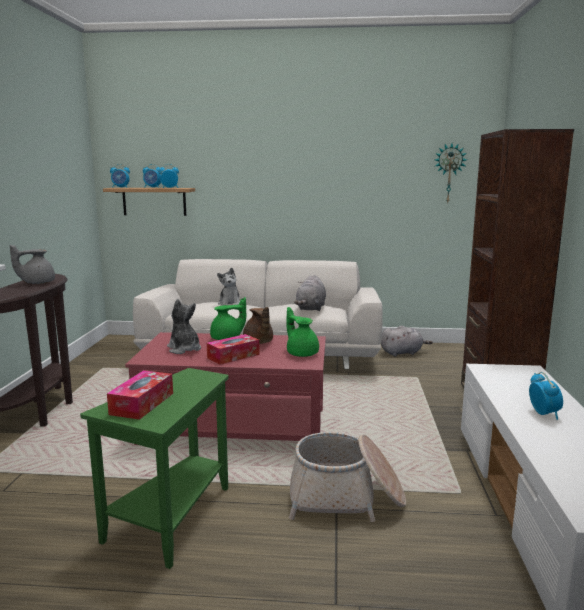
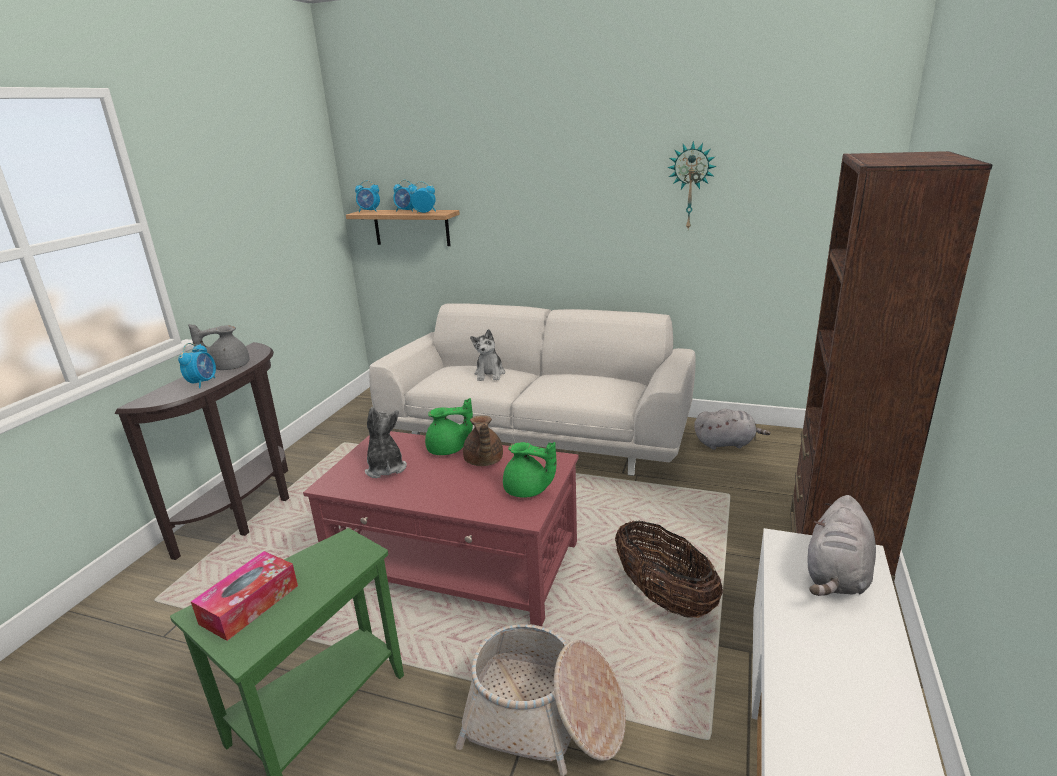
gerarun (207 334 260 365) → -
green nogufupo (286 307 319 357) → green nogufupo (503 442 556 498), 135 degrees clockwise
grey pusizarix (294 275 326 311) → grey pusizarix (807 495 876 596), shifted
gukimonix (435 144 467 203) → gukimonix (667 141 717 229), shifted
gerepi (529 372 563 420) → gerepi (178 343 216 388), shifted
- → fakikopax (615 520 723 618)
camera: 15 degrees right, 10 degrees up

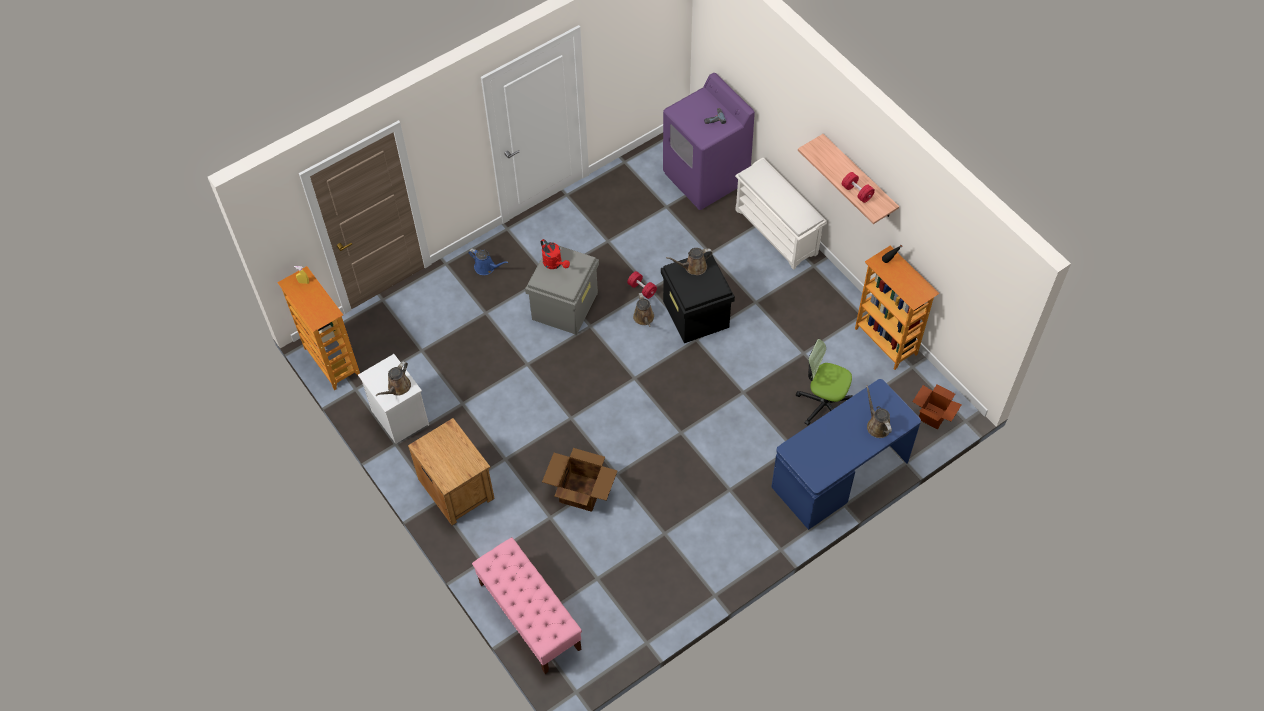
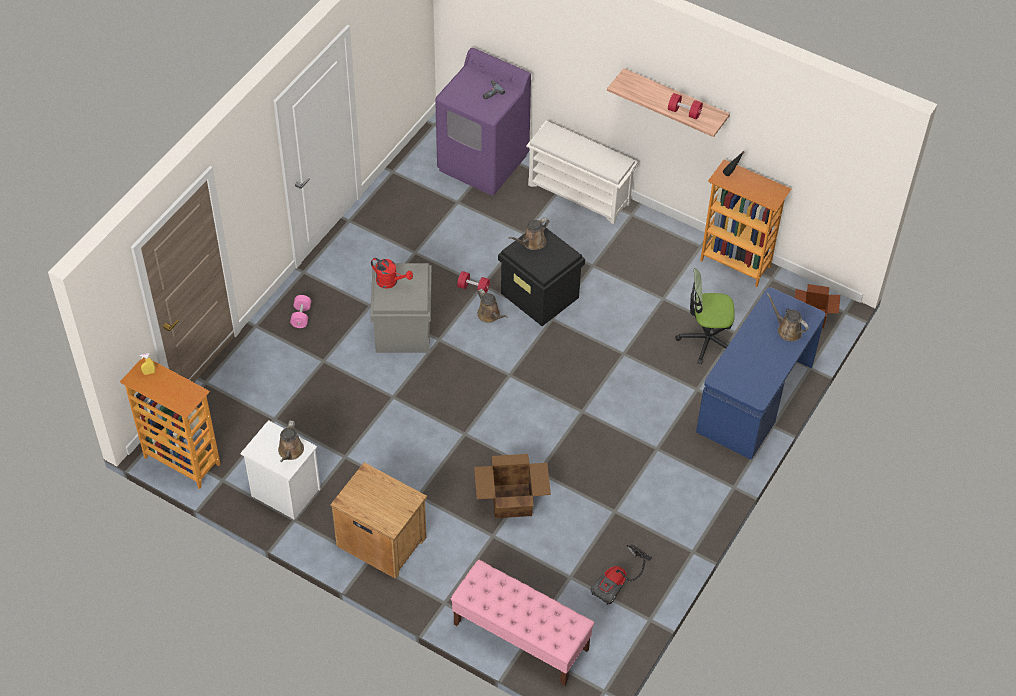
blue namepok (468 249 508 275) → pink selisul (290 295 311 328)
- → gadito (590 544 652 605)
camera: 25 degrees left, 5 degrees down

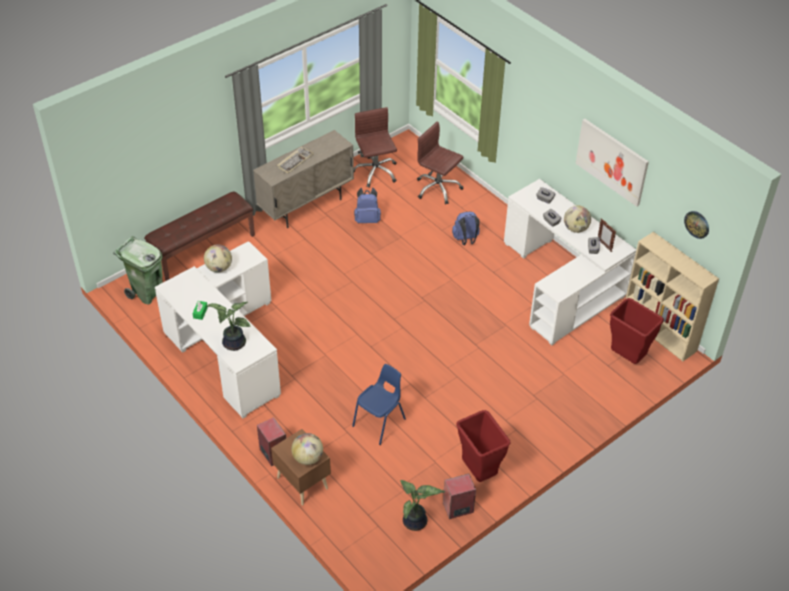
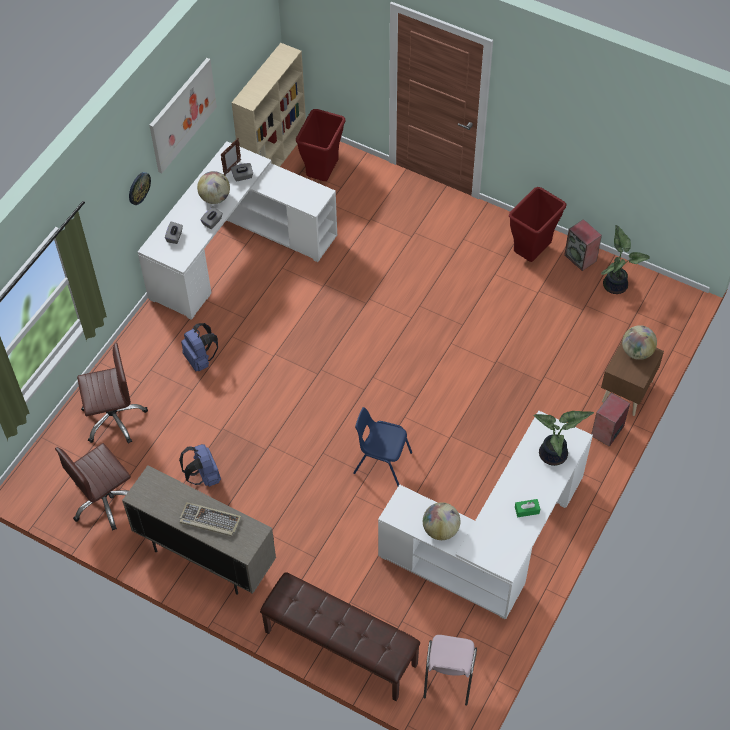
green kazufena (113 236 163 305) → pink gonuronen (423 635 477 706)
blue gonuronen (352 364 406 445) → blue gonuronen (353 407 412 486), shifted
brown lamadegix (417 121 464 205) → brown lamadegix (77 343 148 444), 120 degrees counterclockwise
gukimonix (684 211 709 239) → gukimonix (129 172 151 205), shifted
camera: 110 degrees left, 10 degrees up

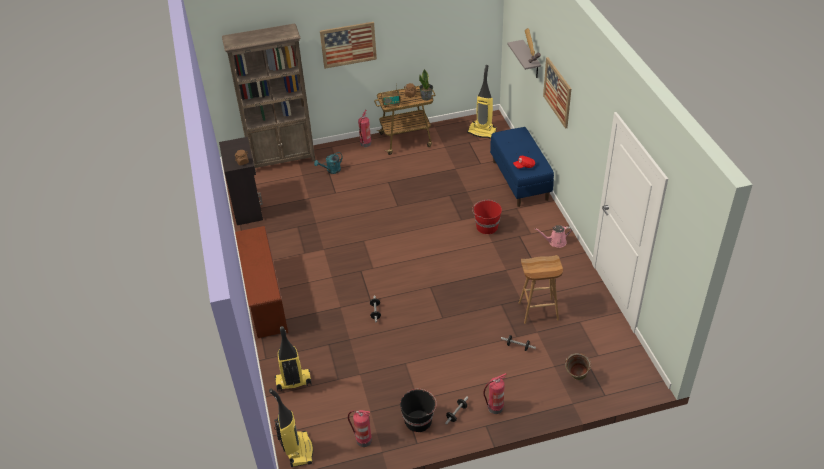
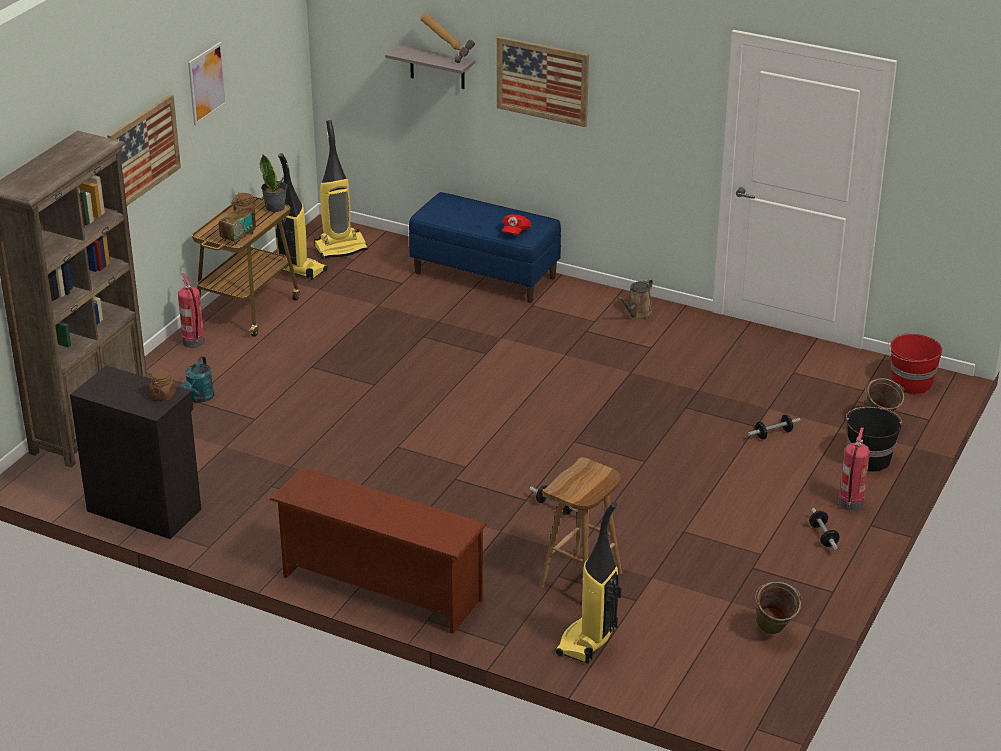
gadito (269 389 313 467) → gadito (275 153 328 280), shifted
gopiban (348 410 372 447) → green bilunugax (755 582 802 635)
black bilunugax (400 389 437 432) → black bilunugax (846 407 902 472), shifted
red bilunugax (472 200 502 234) → red bilunugax (888 333 942 394), shifted
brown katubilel (519 255 563 324) → brown katubilel (540 457 622 587), shifted
pink namepok (535 225 572 248) → brown namepok (618 278 654 320)
- → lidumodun (188 42 227 125)
camera: 50 degrees left, 10 degrees down

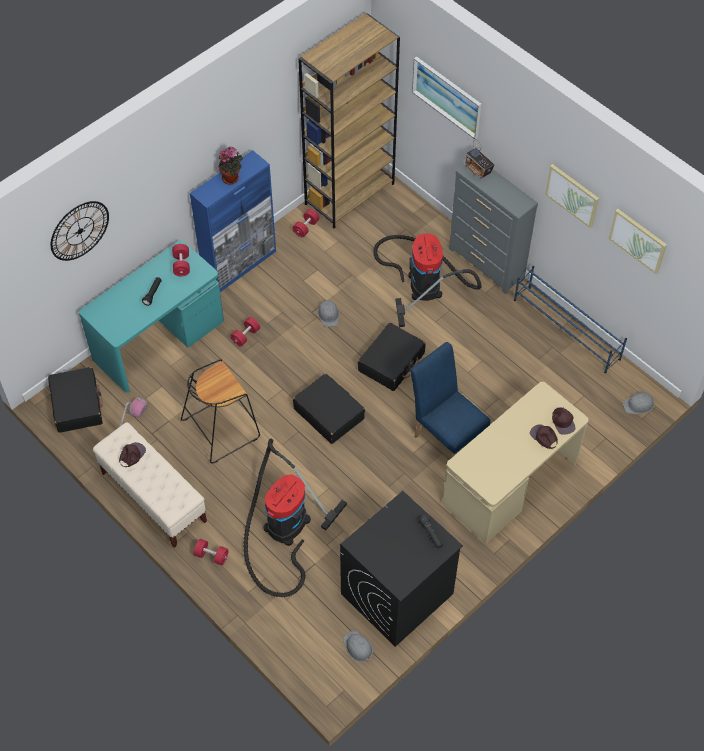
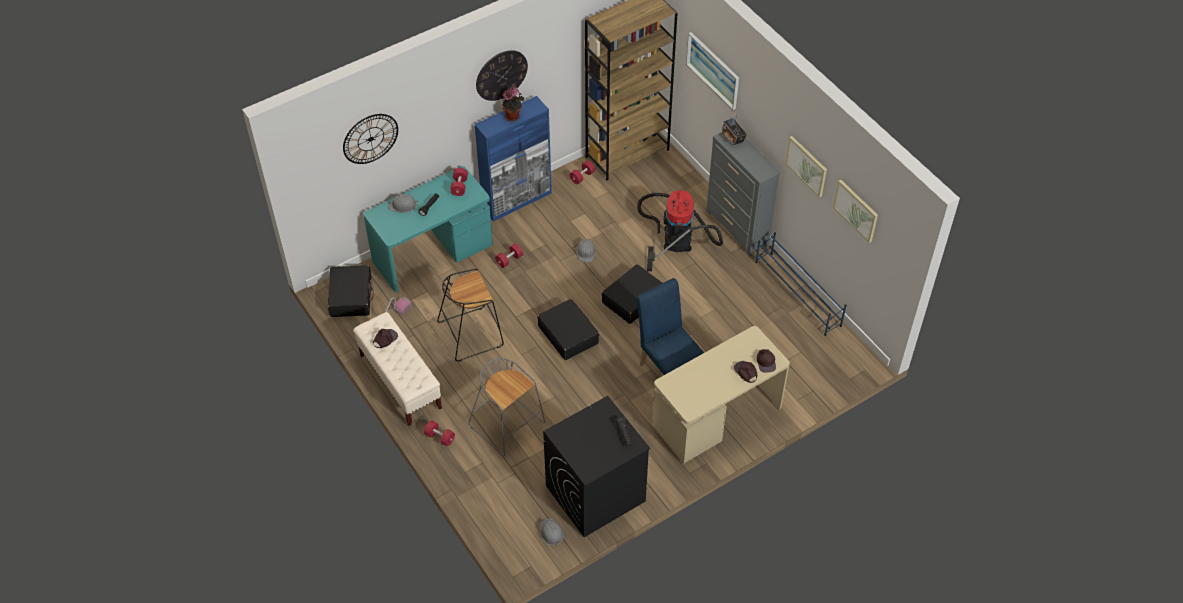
gadito (244 438 347 597) → grey katubilel (468 358 545 456)
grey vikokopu (623 392 655 414) → grey vikokopu (389 194 418 213), shifted
- → gukimonix (476 50 528 101)
camera: 10 degrees right, 5 degrees down

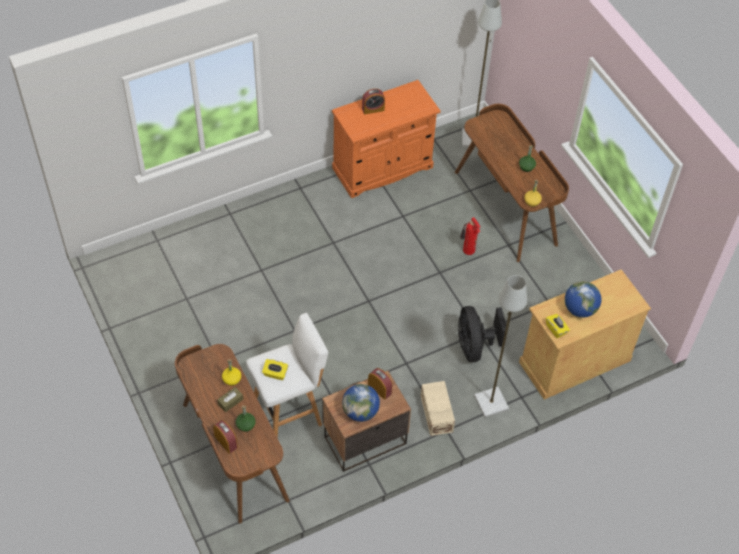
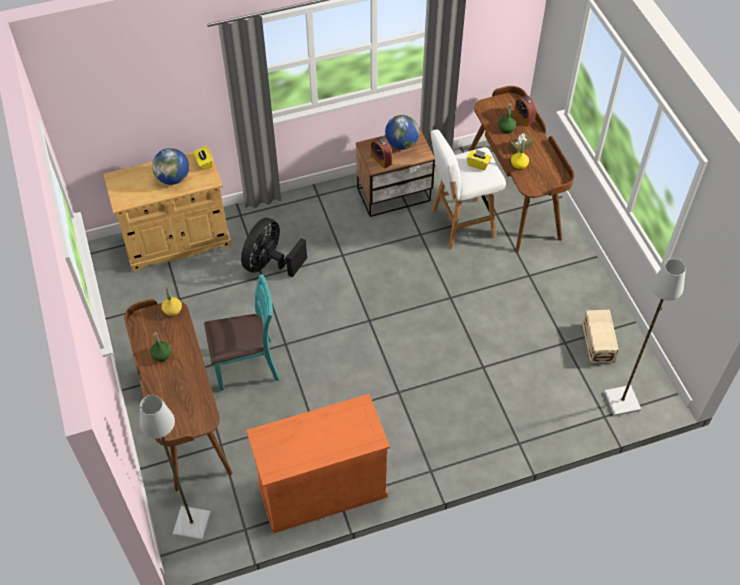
gerepi (362 89 385 114) → -
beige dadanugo (421 381 455 436) → beige dadanugo (582 310 619 364), shifted
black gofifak (458 306 506 362) → black gofifak (241 218 307 278), 150 degrees counterclockwise
gopiban (460 217 481 255) → turquoise gonuronen (204 274 280 391)
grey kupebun (474 275 527 417) → grey kupebun (604 259 686 416), shifted
camera: 170 degrees left, 0 degrees up

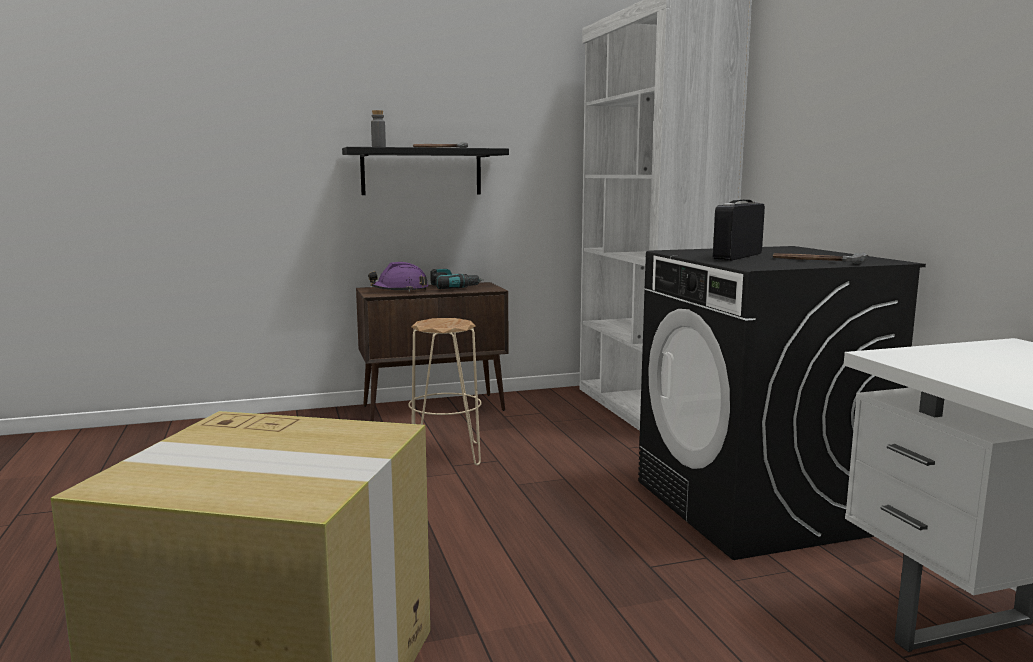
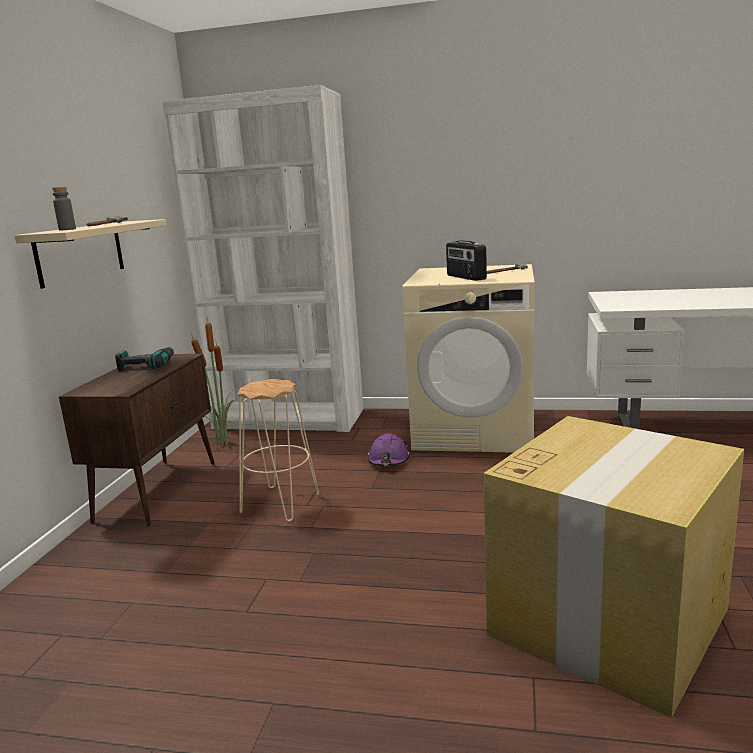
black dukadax (342 147 509 195) → beige dukadax (15 219 167 289)
purple vikokopu (368 262 429 292) → purple vikokopu (367 433 410 466), shifted
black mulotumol (638 246 926 560) → beige mulotumol (403 264 535 453)
- → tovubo (191 317 237 446)
camera: 60 degrees left, 5 degrees up

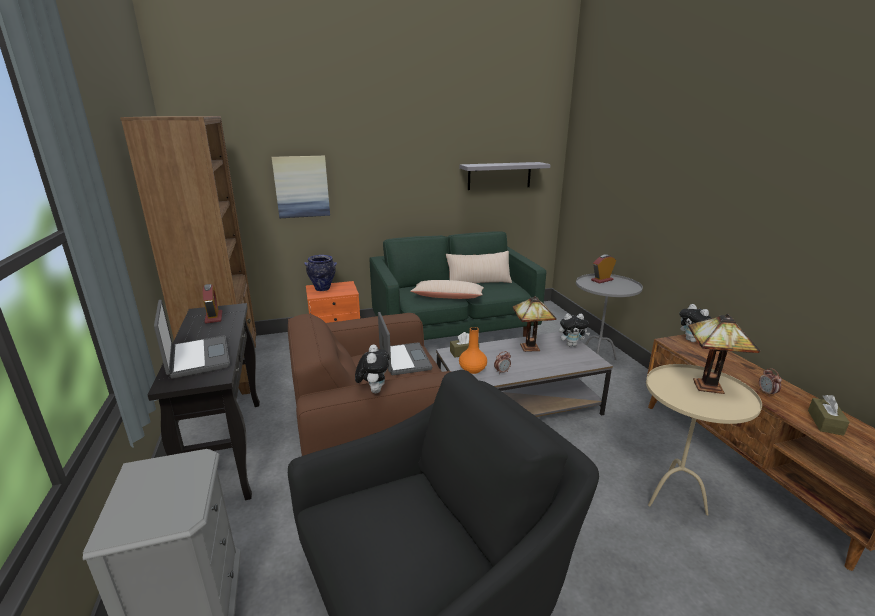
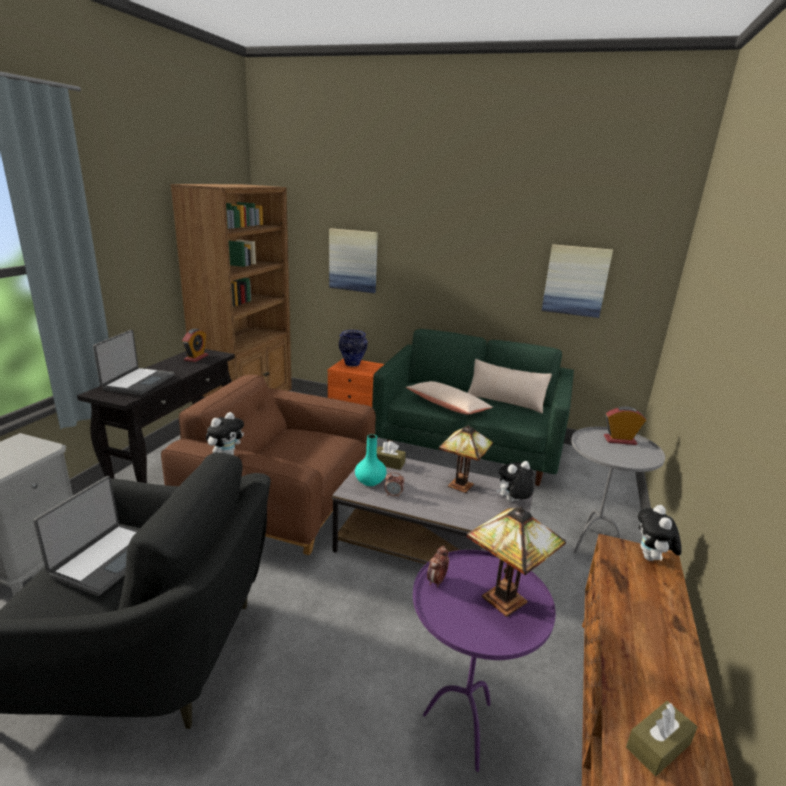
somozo (378 312 432 375) → somozo (33 476 137 596), shifted
grey dukadax (459 162 551 190) → lidumodun (542 244 613 318)
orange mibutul (459 327 487 374) → turquoise mibutul (355 434 387 486)
pusizarix (559 314 590 346) → pusizarix (497 461 534 502), 120 degrees clockwise
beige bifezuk (646 364 762 515) → purple bifezuk (413 550 556 772)
gerepi (759 368 782 397) → gerepi (427 546 449 587), shifted
camera: 35 degrees right, 0 degrees up

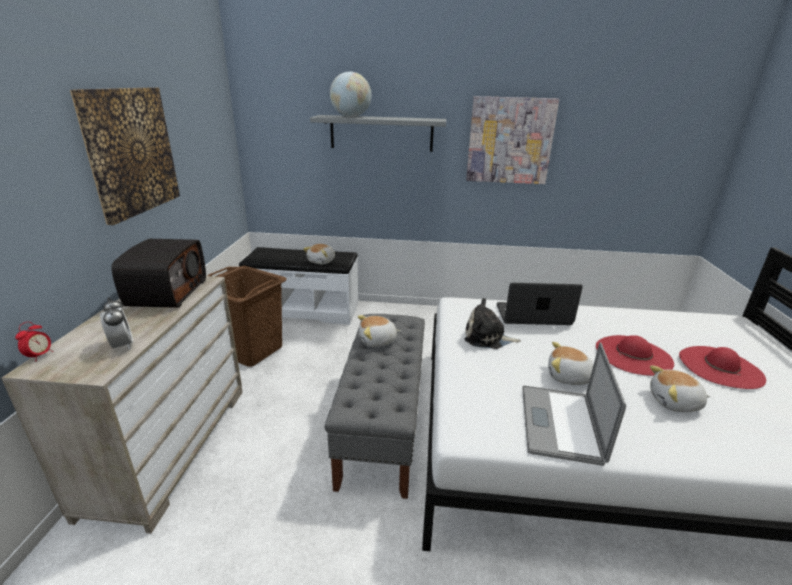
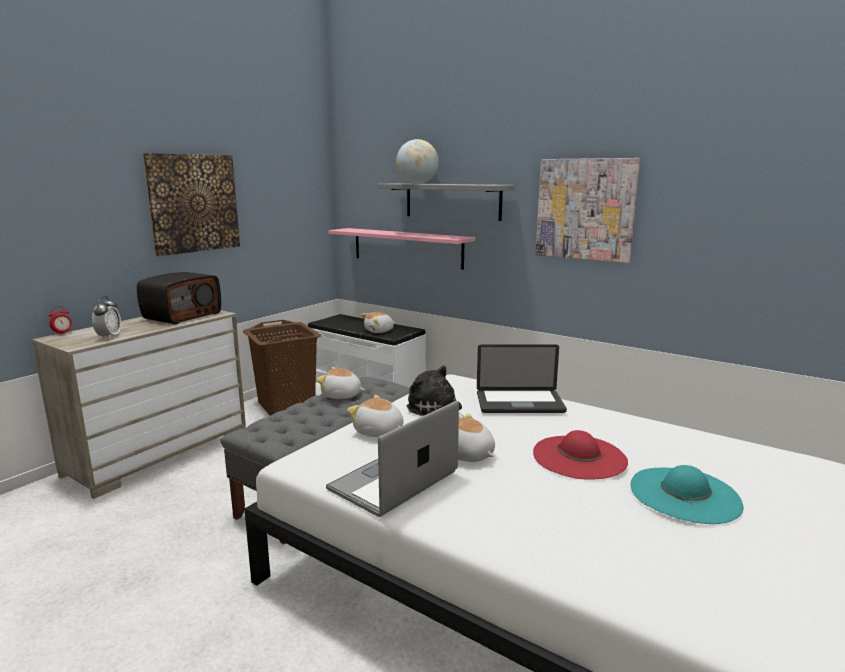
somozo (497 283 583 325) → somozo (477 345 567 413), 150 degrees clockwise
pusizarix (650 366 710 412) → pusizarix (347 395 404 438), shifted
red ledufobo (679 346 766 389) → turquoise ledufobo (630 465 743 524)
- → pink dukadax (328 228 475 270)
camera: 30 degrees right, 10 degrees down

